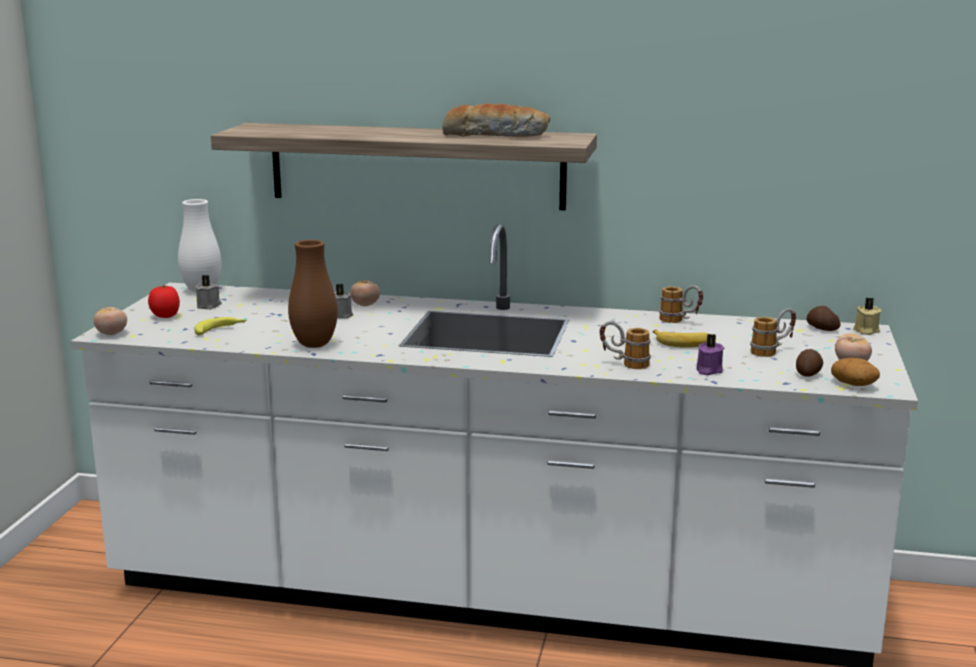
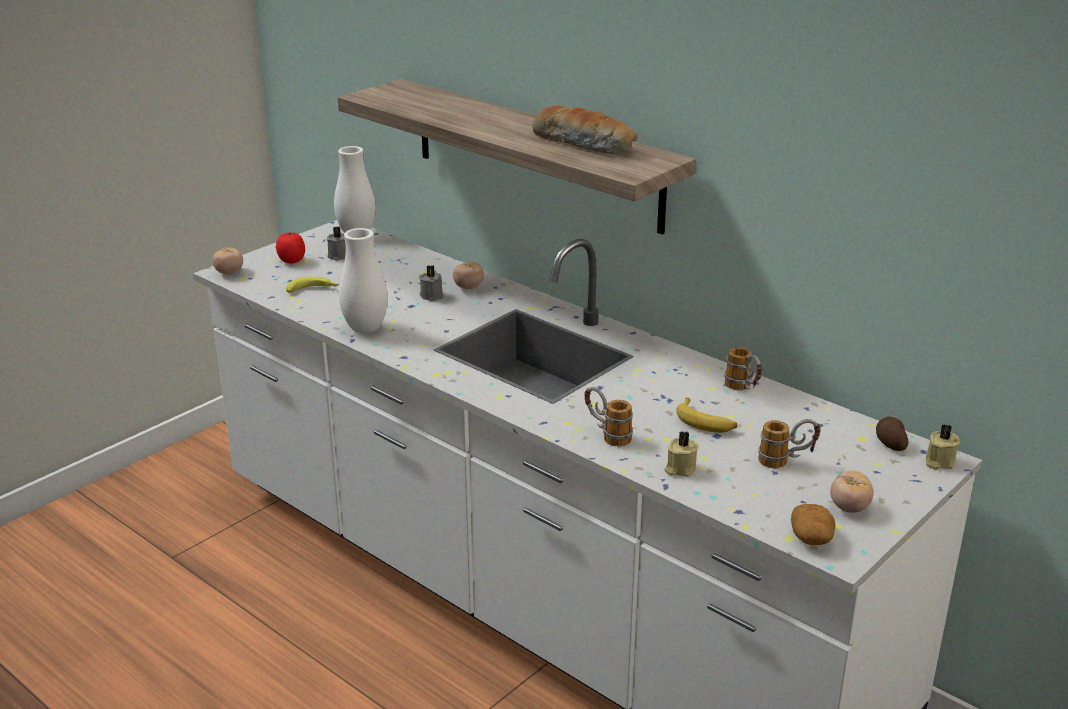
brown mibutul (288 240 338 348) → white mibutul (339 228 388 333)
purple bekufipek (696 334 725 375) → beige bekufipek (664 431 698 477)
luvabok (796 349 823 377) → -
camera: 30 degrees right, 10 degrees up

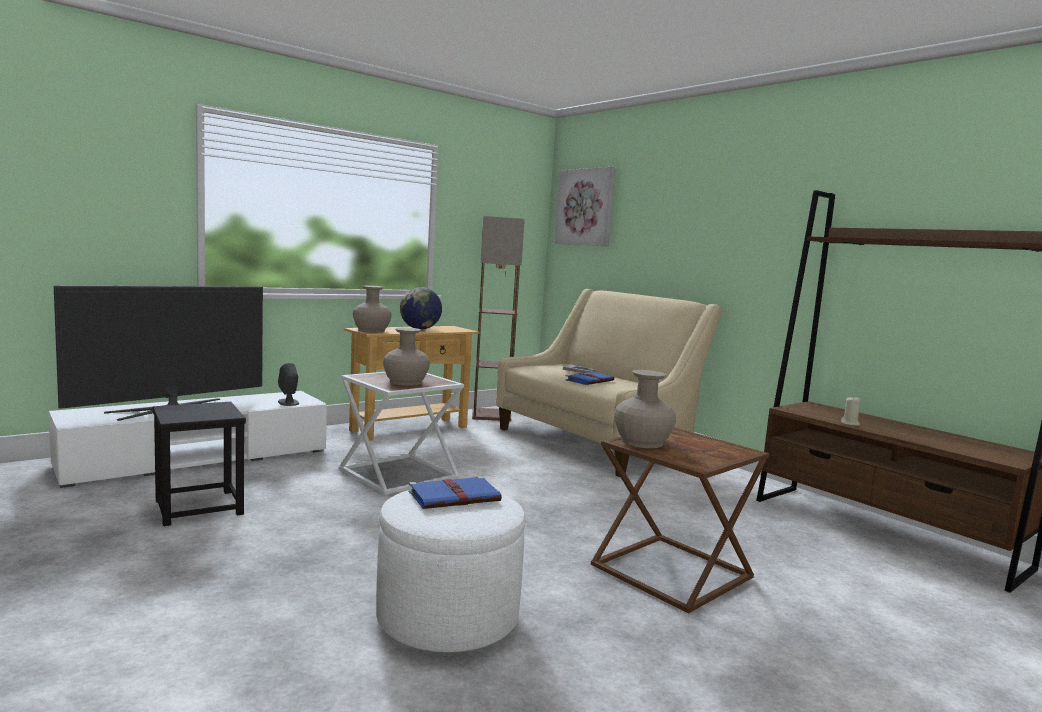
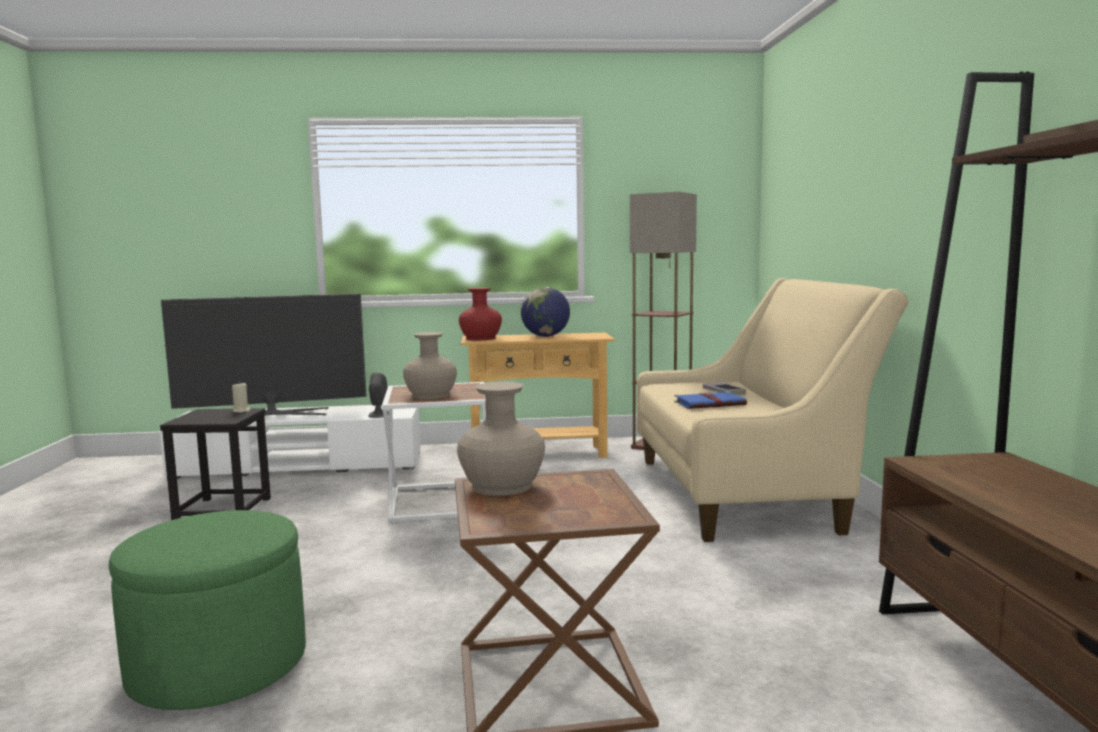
beige mibutul (353 286 392 333) → red mibutul (459 288 502 340)
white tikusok (376 490 526 652) → green tikusok (109 510 306 710)
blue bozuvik (409 476 502 509) → -
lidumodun (554 167 616 247) → -
beige bekufipek (841 397 861 426) → beige bekufipek (232 382 250 413), shifted
camera: 35 degrees right, 0 degrees up

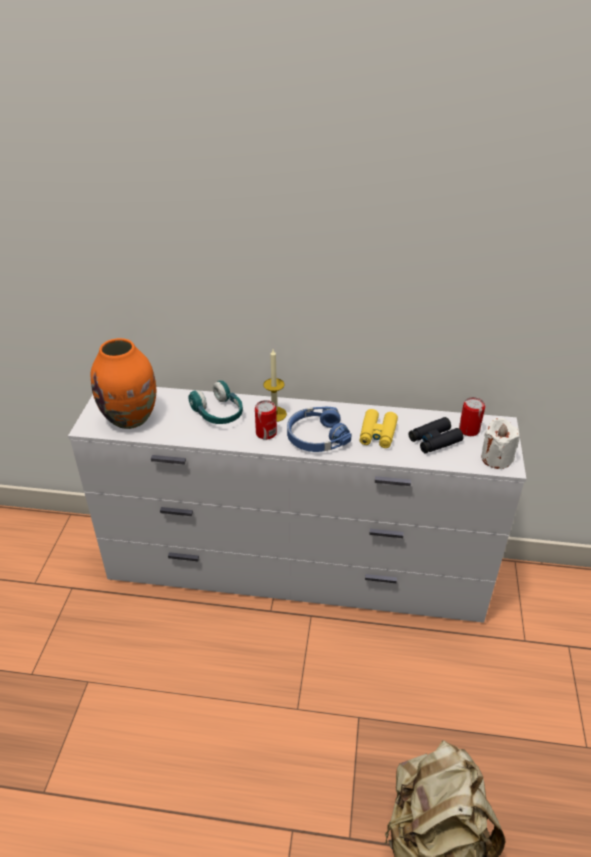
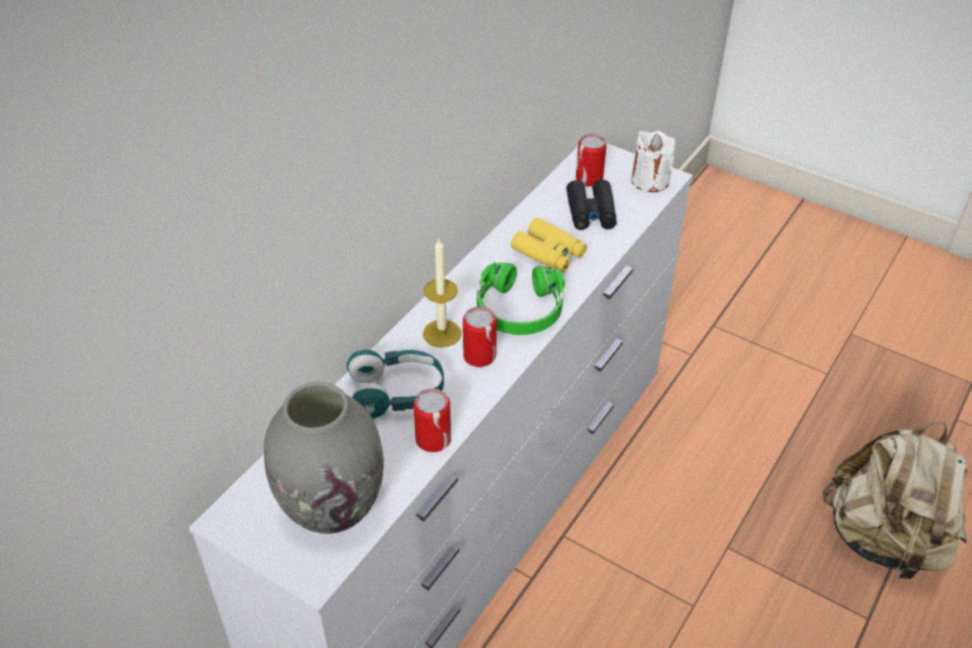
orange mibutul (91 338 156 429) → grey mibutul (264 382 384 534)
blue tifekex (287 407 352 452) → green tifekex (477 263 565 335)
- → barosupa (413 389 451 452)
camera: 65 degrees left, 5 degrees up

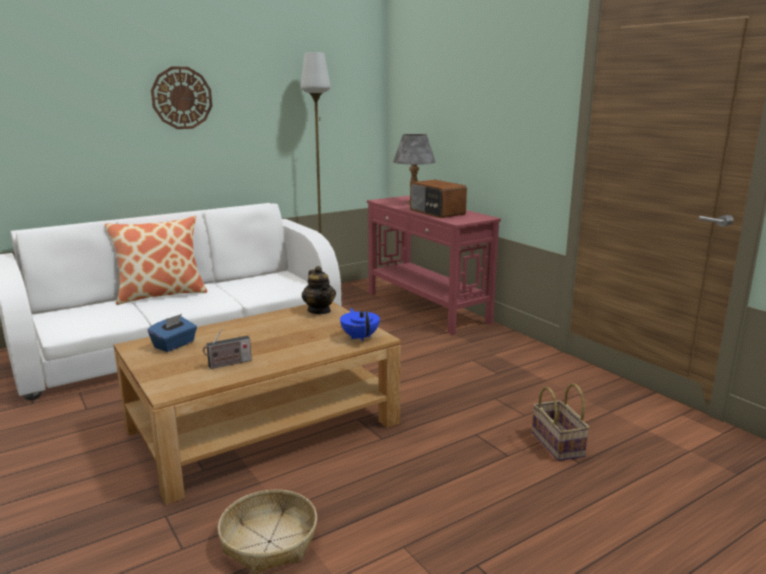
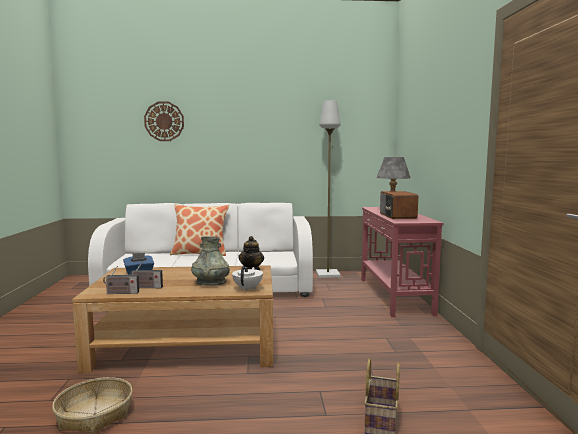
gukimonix (151 67 212 129) → gukimonix (144 101 184 141), shifted
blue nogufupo (340 308 380 341) → white nogufupo (232 266 263 291)
- → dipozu (103 266 139 294)
- → grey mibutul (191 236 230 286)
camera: 30 degrees right, 10 degrees down

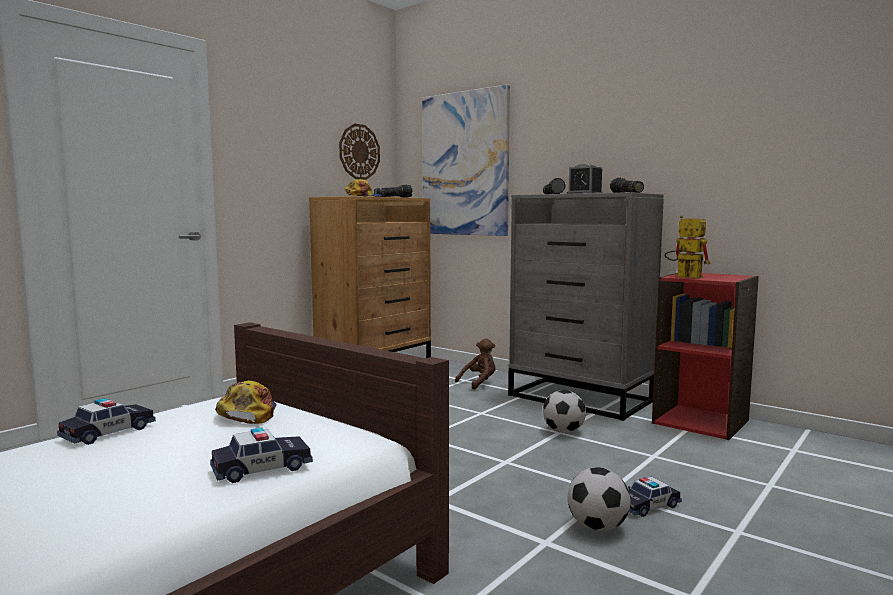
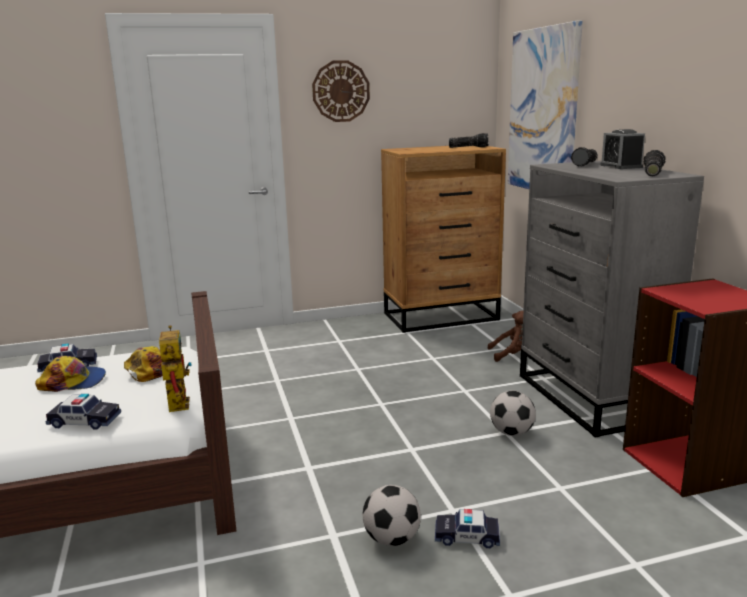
gukimonix (339 124 380 180) → gukimonix (312 60 370 122), shifted
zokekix (345 179 382 196) → zokekix (35 356 106 392), shifted
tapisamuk (664 215 711 279) → tapisamuk (154 325 192 412), shifted
camera: 35 degrees right, 10 degrees up

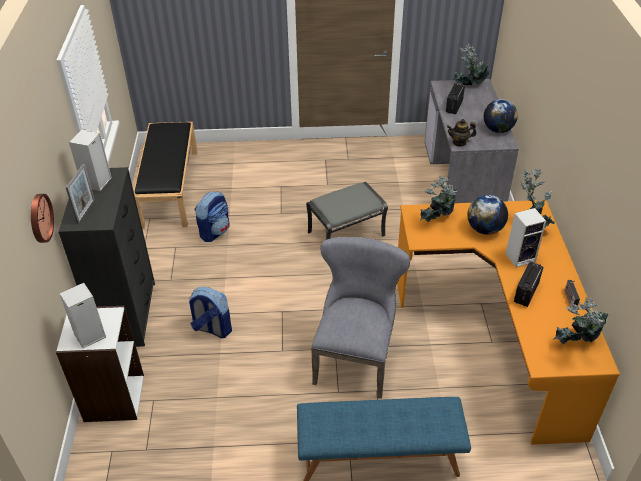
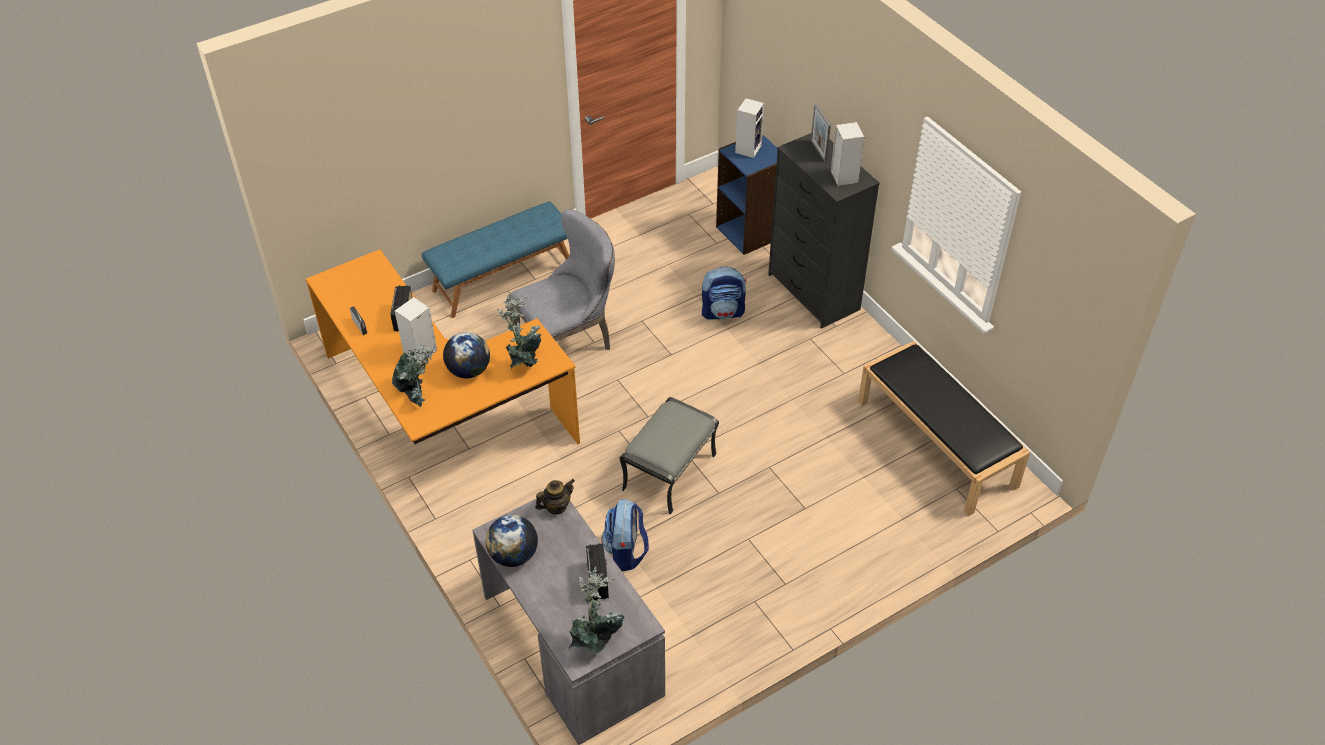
gukimonix (31 194 54 243) → -
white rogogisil (56 306 144 422) → blue rogogisil (716 134 778 255)
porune (194 191 229 242) → porune (601 499 649 571), shifted
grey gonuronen (311 237 410 399) → grey gonuronen (509 209 615 350), 105 degrees counterclockwise
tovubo (553 298 608 344) → -
camera: 150 degrees right, 5 degrees up

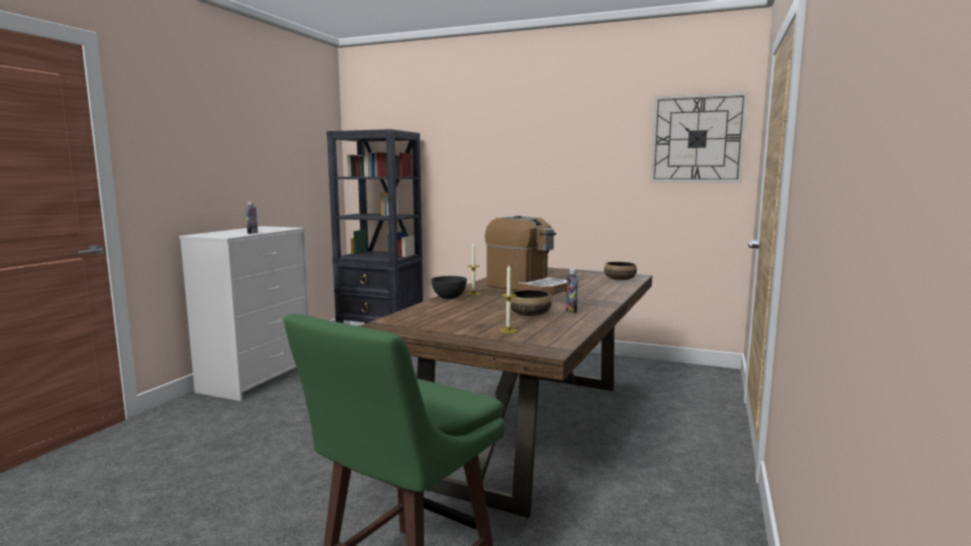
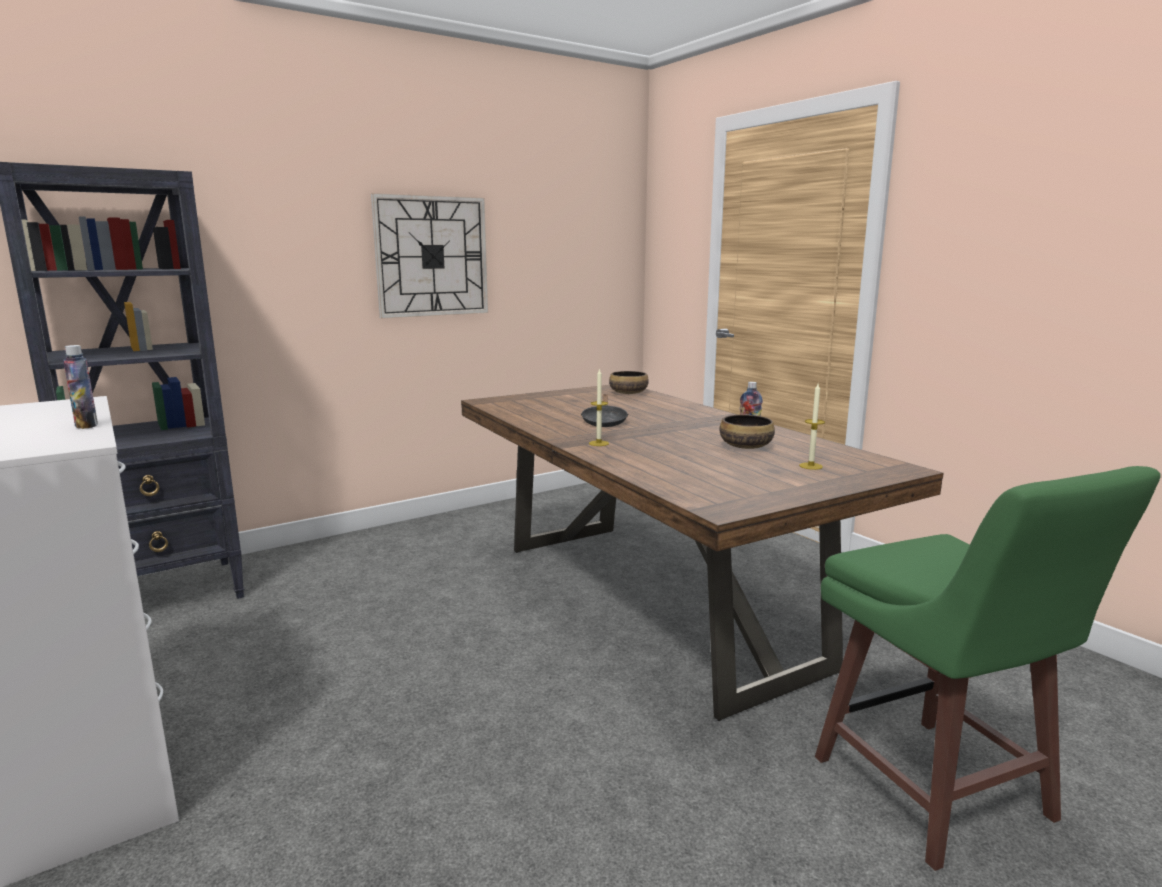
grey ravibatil (431 276 467 299) → -
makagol (485 216 567 295) → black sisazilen (581 394 628 427)
gukimonix (651 92 748 183) → gukimonix (371 193 488 318), shifted
camera: 55 degrees left, 5 degrees up

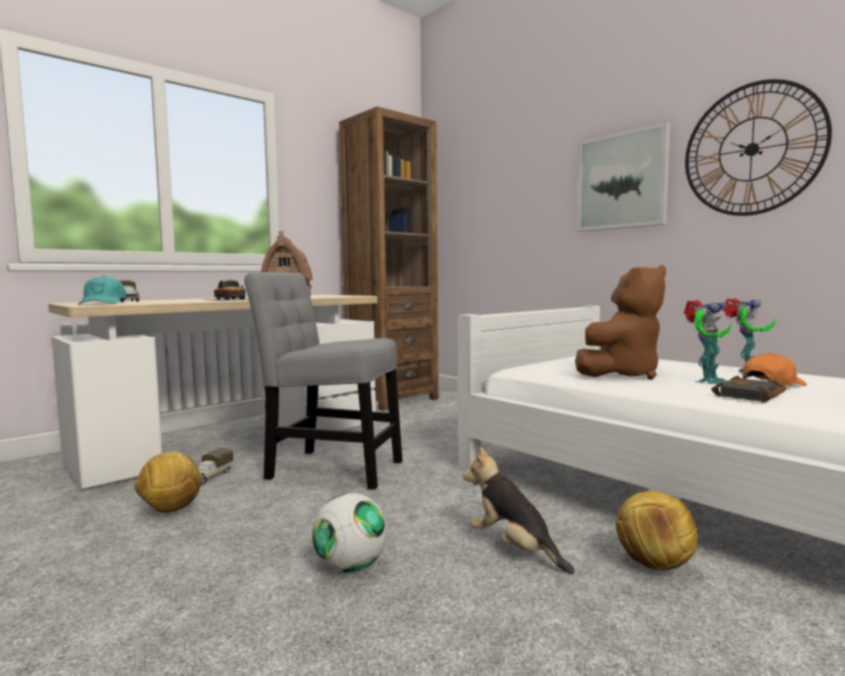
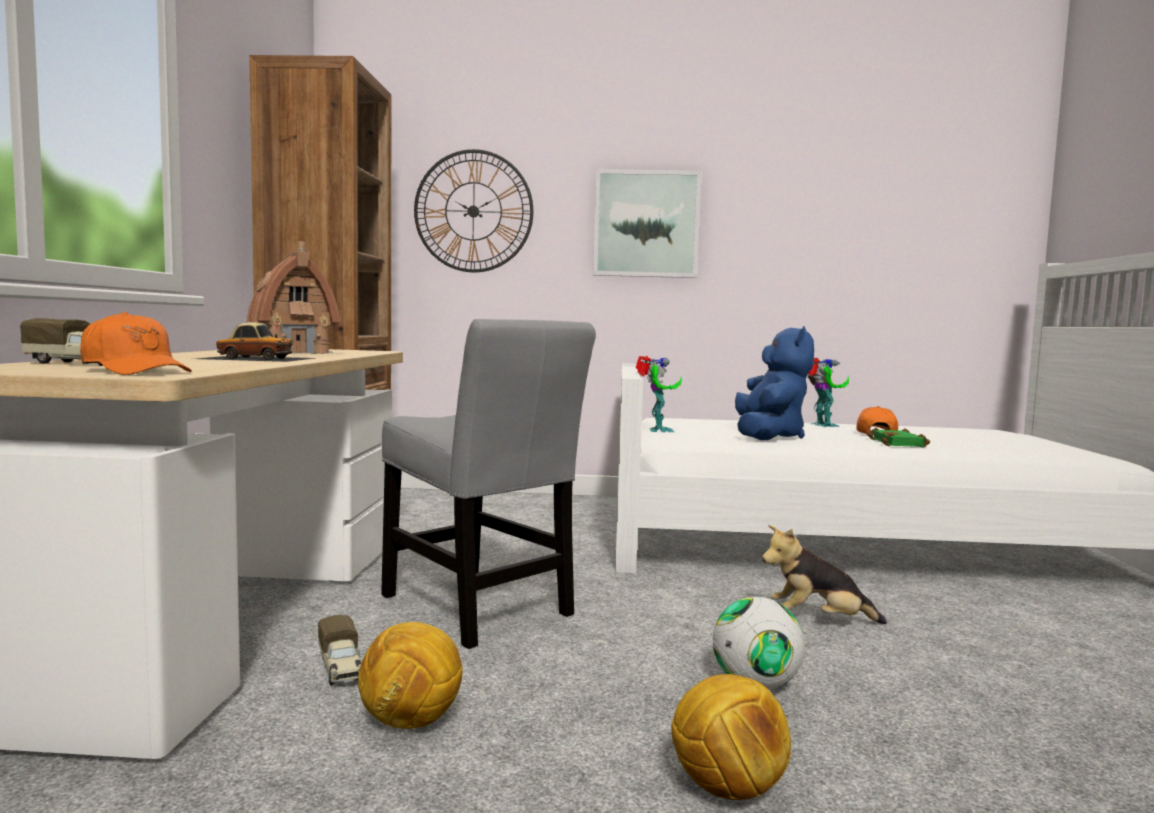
turquoise zokekix (78 276 126 305) → orange zokekix (80 312 192 375)
grey gonuronen (244 272 402 490) → grey gonuronen (381 319 596 649), 105 degrees counterclockwise
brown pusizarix (575 265 666 380) → blue pusizarix (735 326 814 440)
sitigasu (616 491 698 570) → sitigasu (671 674 791 800), shifted
tapisamuk (684 300 731 385) → tapisamuk (636 355 682 432), shifted
gukimonix (685 79 832 216) → gukimonix (414 149 534 272), shifted
black bozuvik (711 376 786 403) → green bozuvik (867 428 930 448)
camera: 45 degrees left, 0 degrees up

